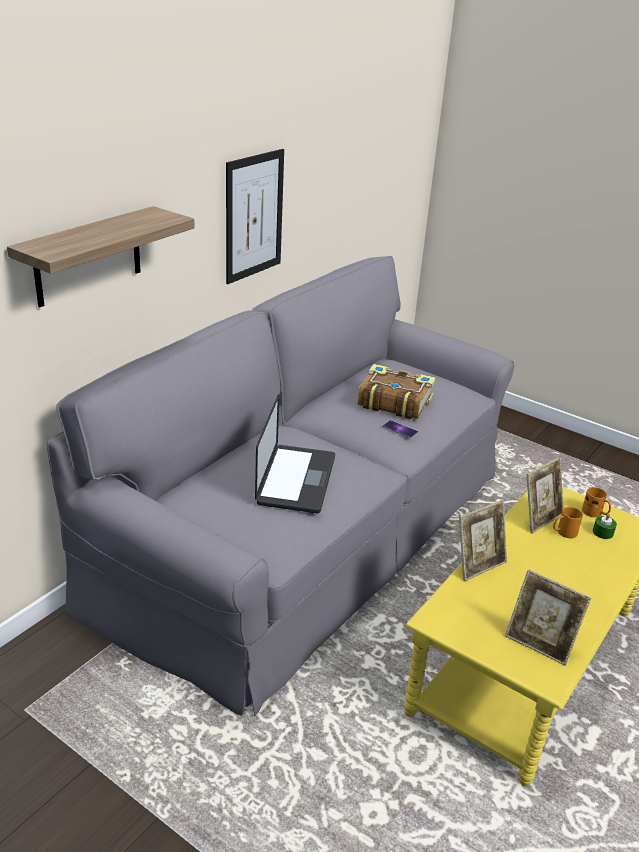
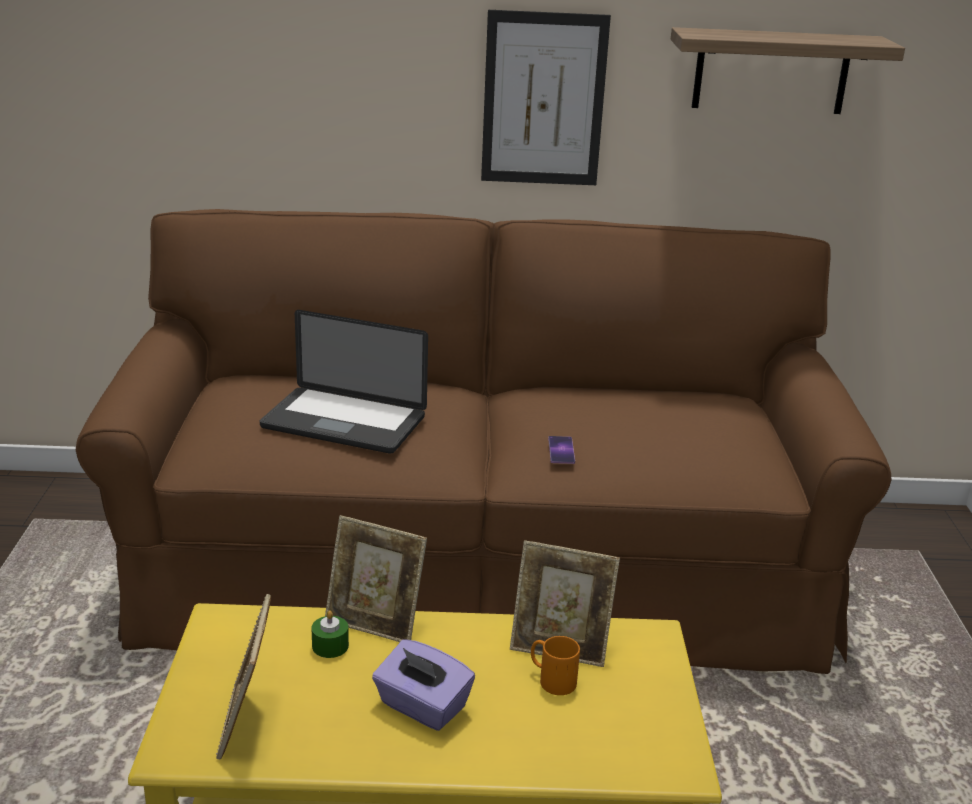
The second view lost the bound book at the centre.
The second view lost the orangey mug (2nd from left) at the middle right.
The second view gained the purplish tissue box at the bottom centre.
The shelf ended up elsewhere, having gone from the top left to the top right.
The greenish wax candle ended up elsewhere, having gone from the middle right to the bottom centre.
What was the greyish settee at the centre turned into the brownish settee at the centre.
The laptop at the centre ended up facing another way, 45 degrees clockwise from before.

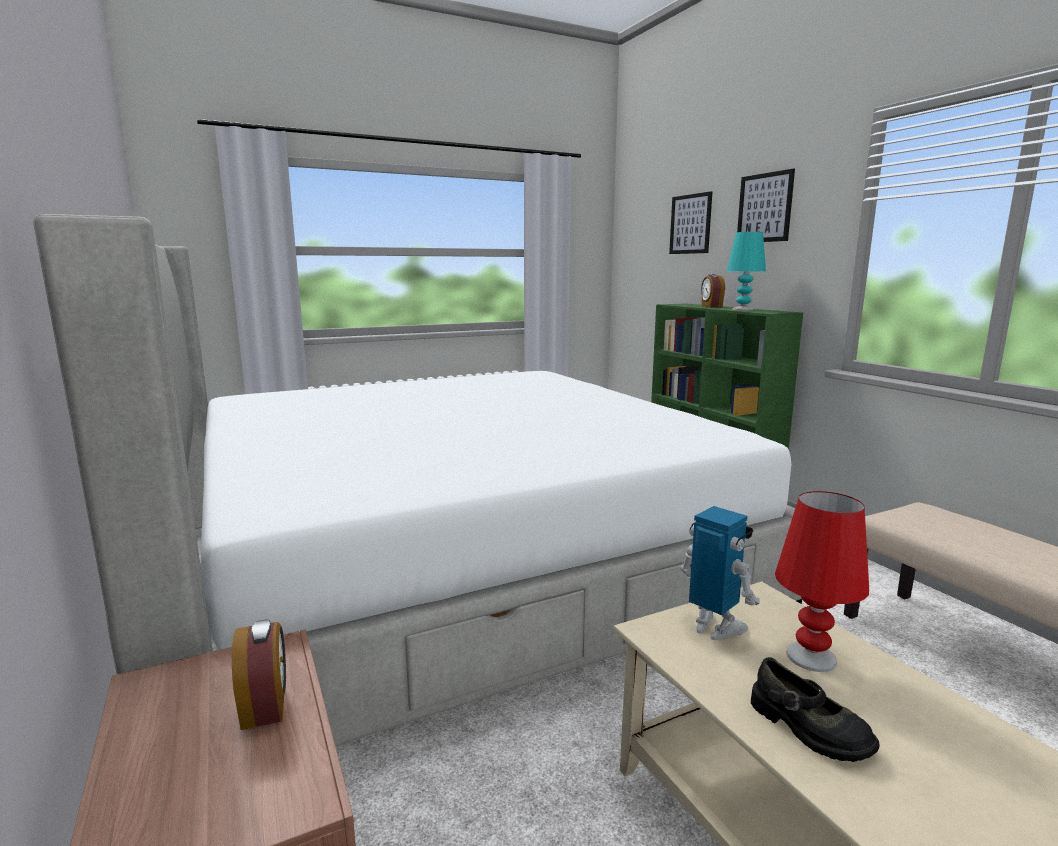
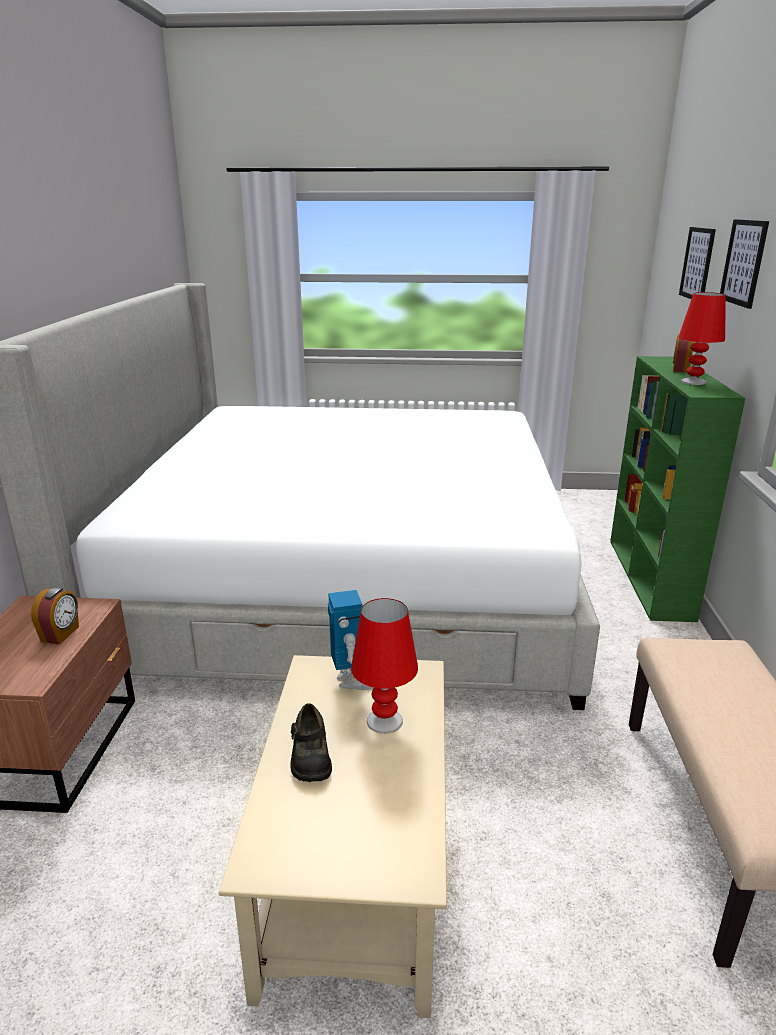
What was the turquoise table lamp at the top right turned into the reddish table lamp (2nd from left) at the top right.

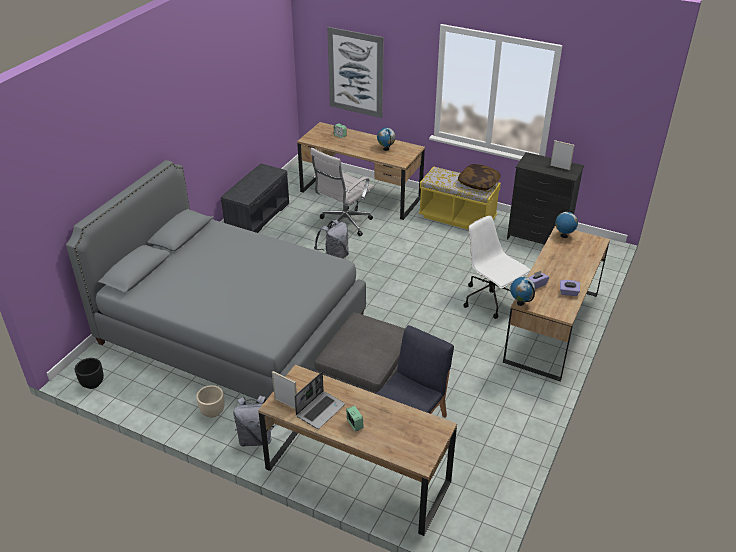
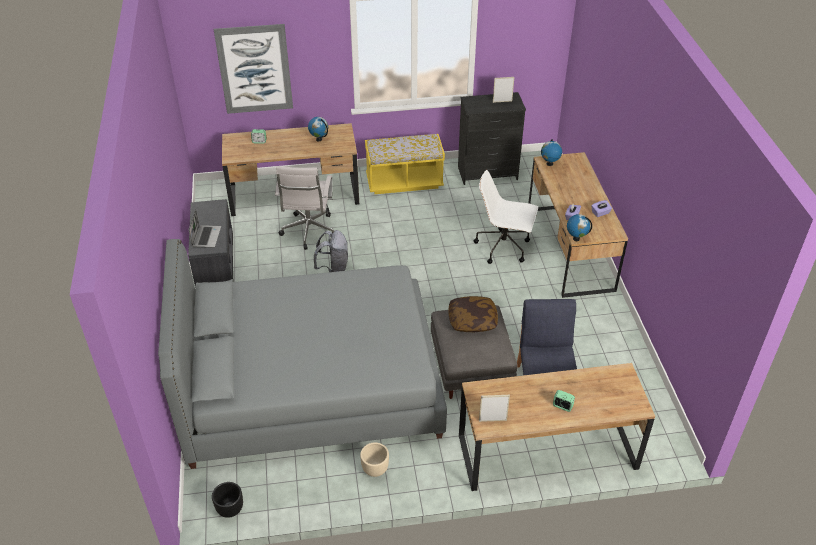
The second view lost the greyish backpack (1st from left) at the bottom centre.
The laptop ended up elsewhere, having gone from the bottom centre to the middle left.
The throw pillow ended up elsewhere, having gone from the top centre to the centre.

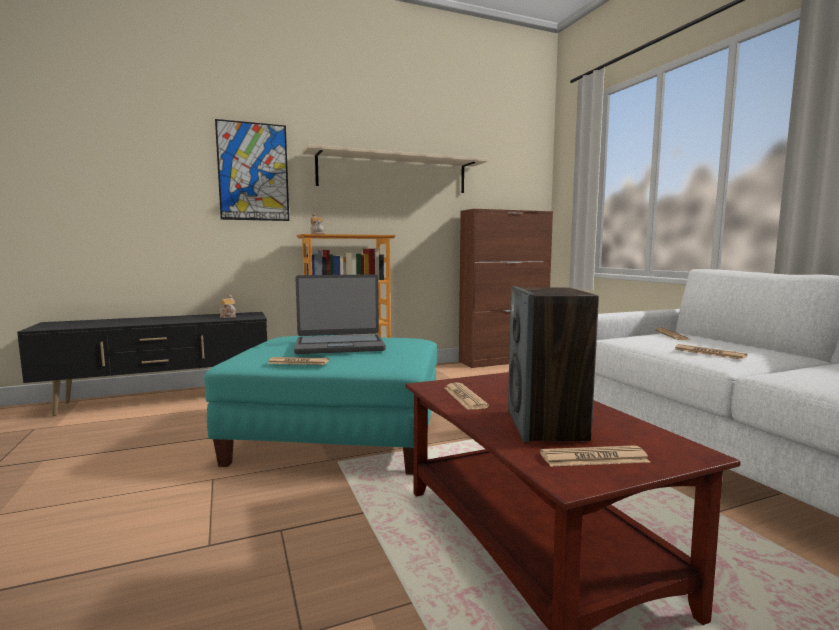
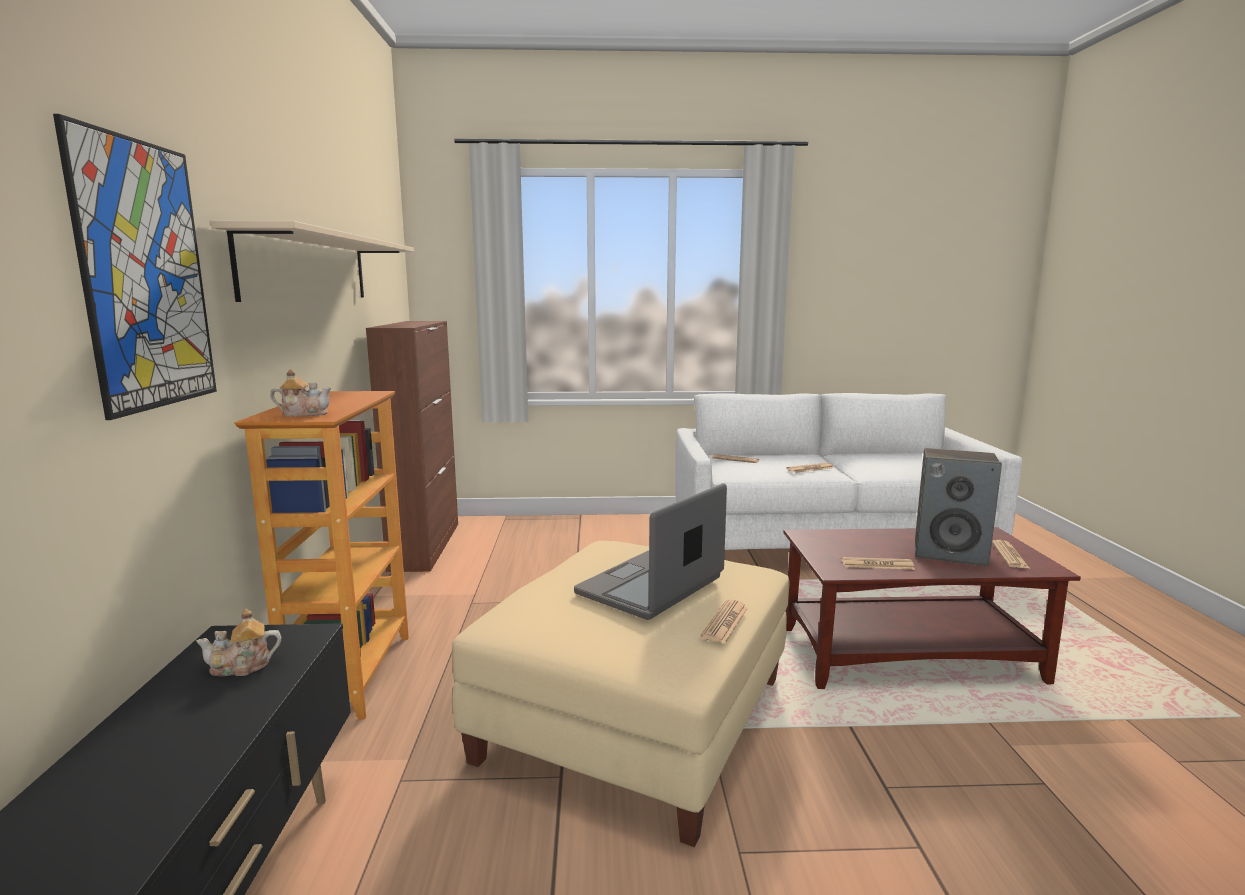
What was the turquoise ottoman at the centre turned into the beige ottoman at the bottom centre.
The laptop at the centre ended up facing another way, 150 degrees counterclockwise from before.

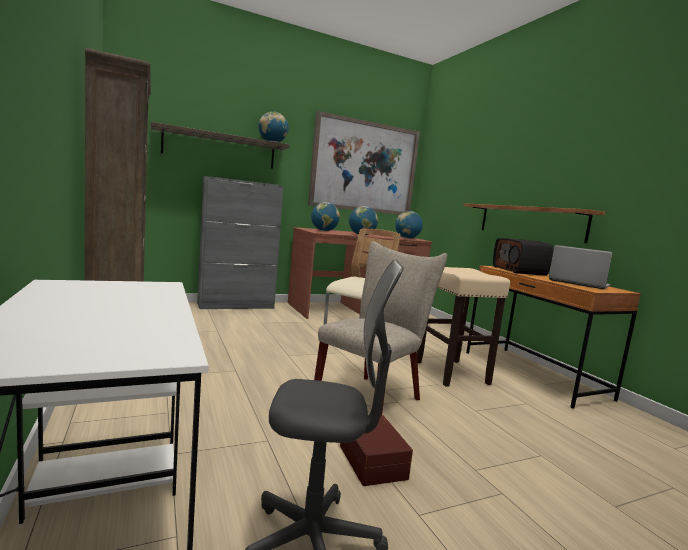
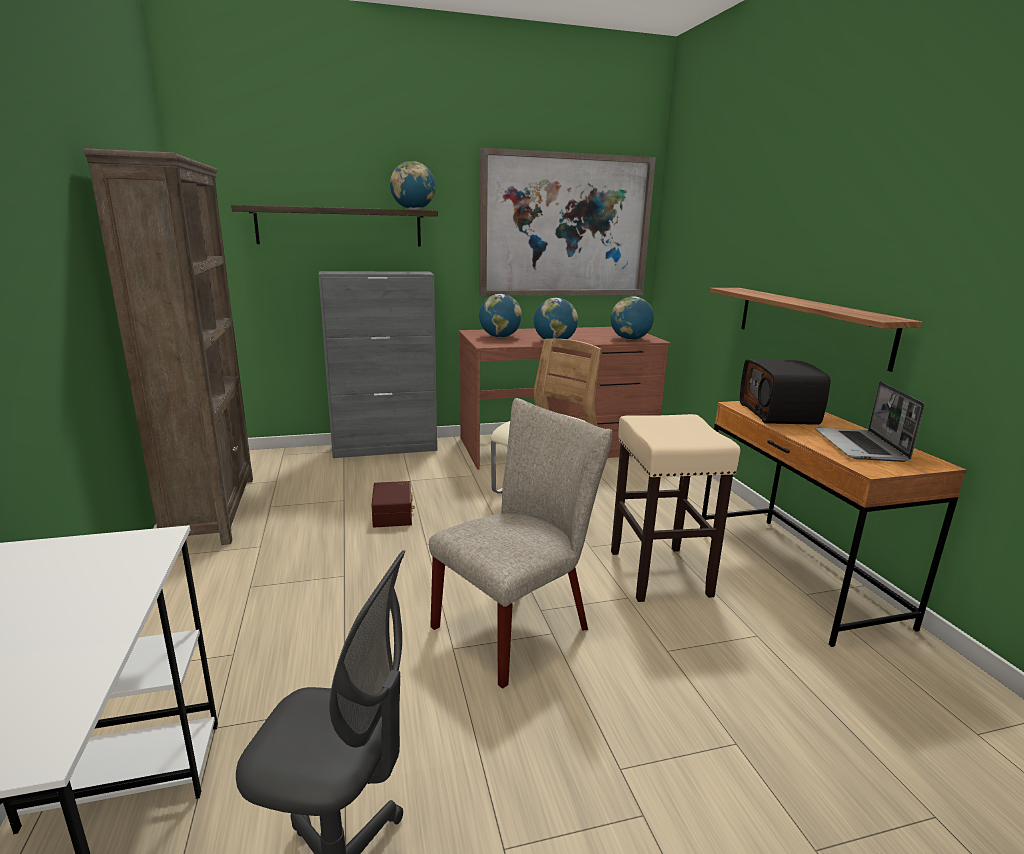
The brownish storage box ended up elsewhere, having gone from the bottom centre to the centre.
The laptop at the middle right ended up facing another way, 135 degrees counterclockwise from before.

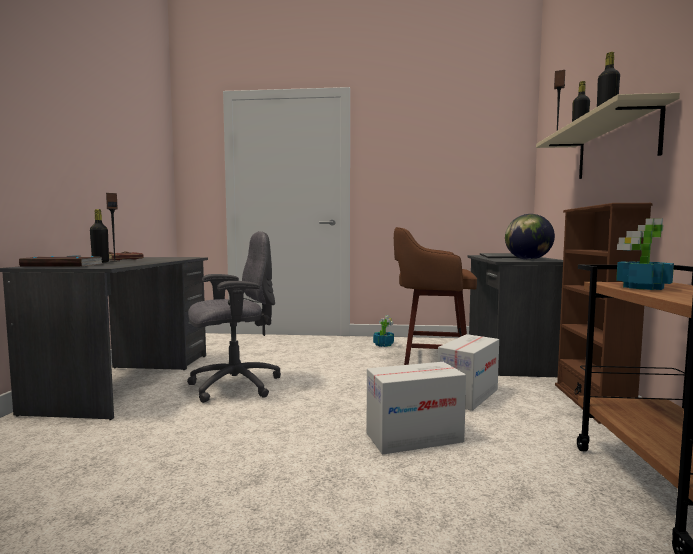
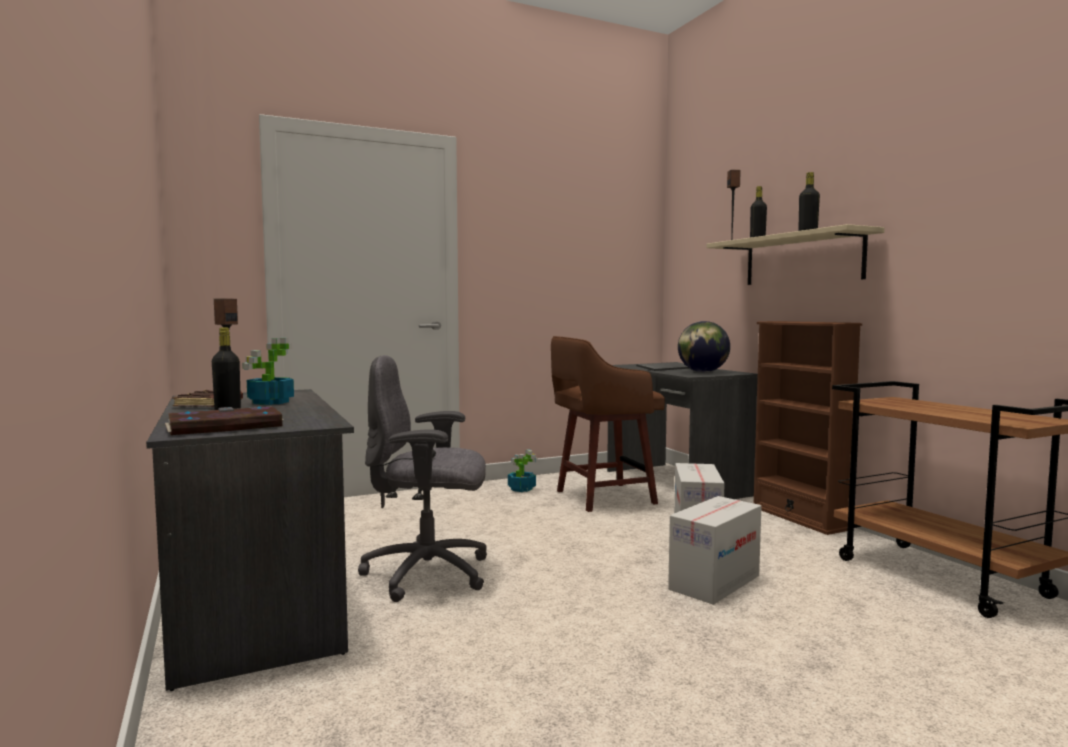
The potted plant (2nd from left in the first image) ended up elsewhere, having gone from the middle right to the middle left.
The greyish computer chair at the centre ended up facing another way, 120 degrees counterclockwise from before.

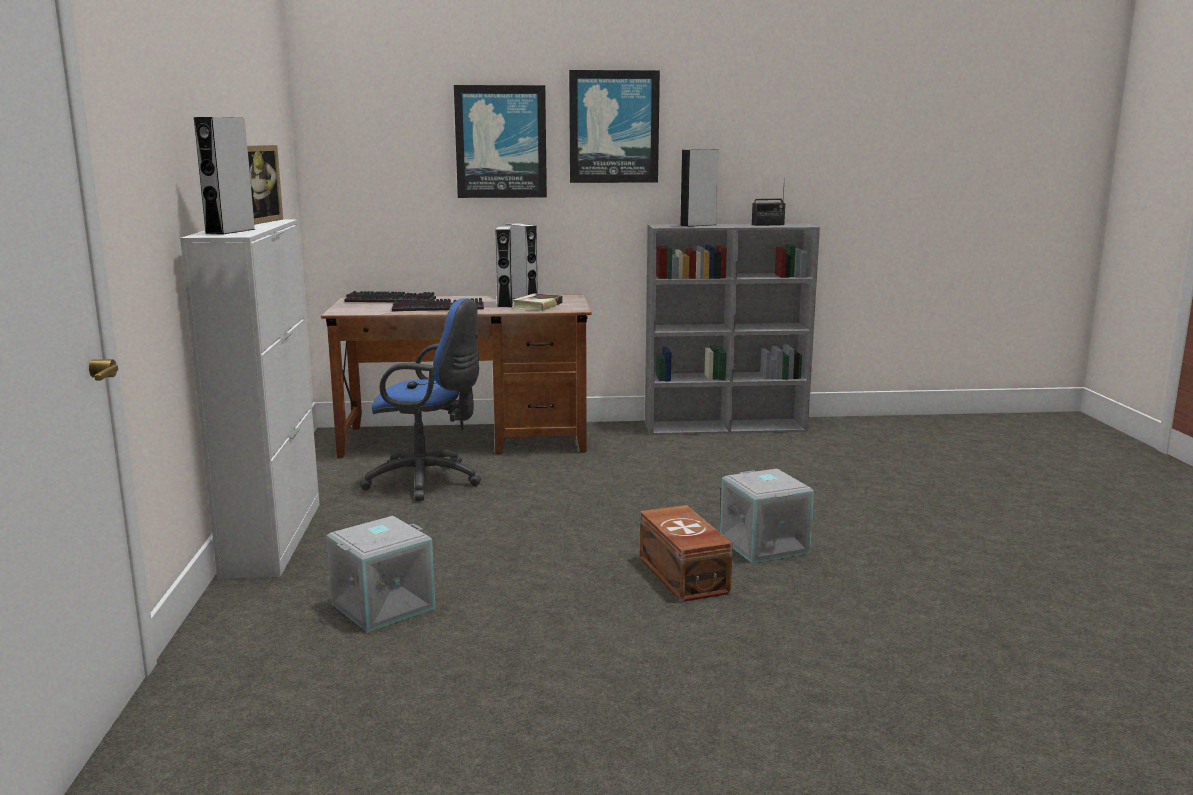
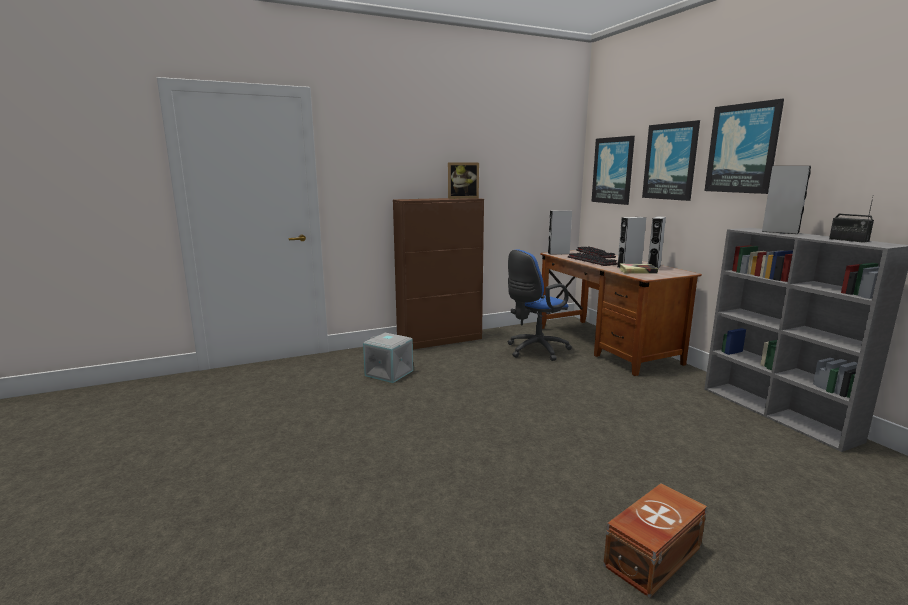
The second view lost the greyish storage box (2nd from left) at the centre.
The second view gained the picture (1st from left) at the top right.
The greyish audio speaker (1st from left) ended up elsewhere, having gone from the top left to the centre.
The brownish storage box ended up elsewhere, having gone from the bottom centre to the bottom right.
What was the whitish cabinet at the middle left turned into the brownish cabinet at the centre.
The blue computer chair at the centre ended up facing another way, 60 degrees clockwise from before.

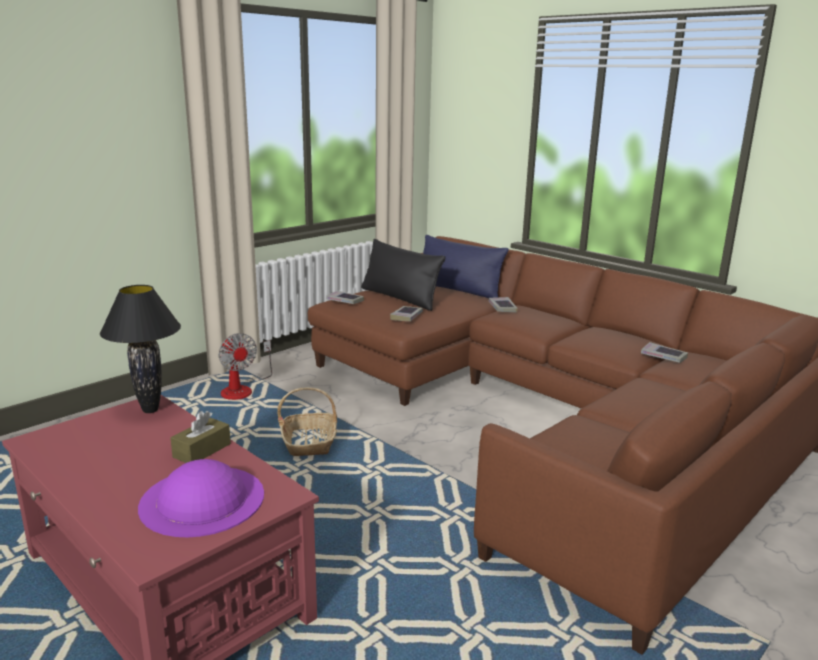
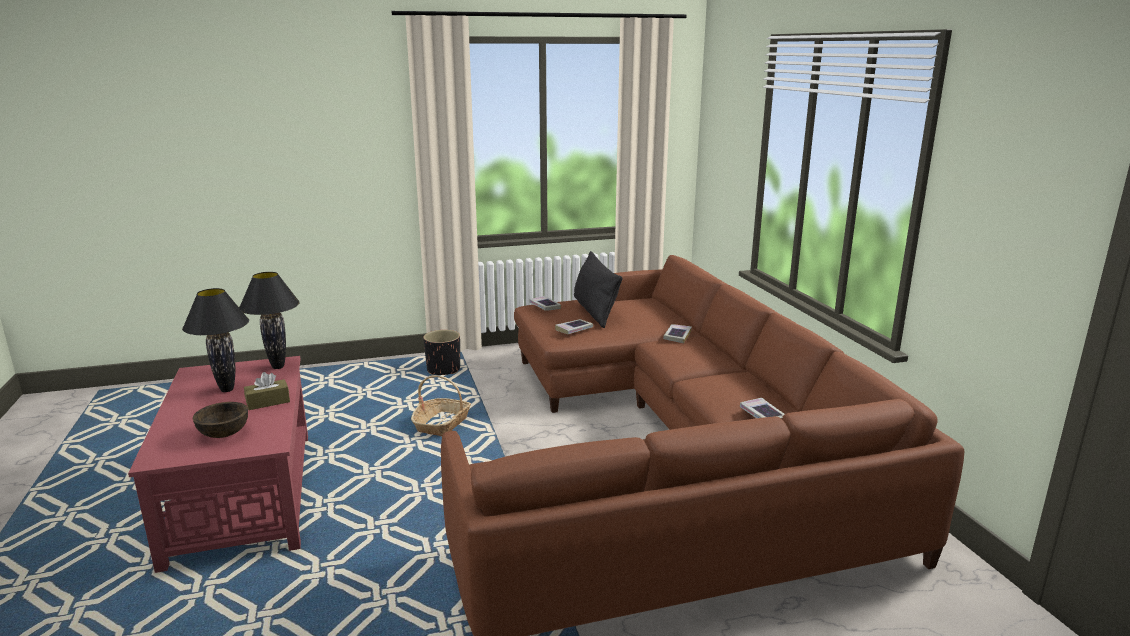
The second view lost the blue throw pillow at the centre.
The second view gained the blackish table lamp (1st from left) at the middle left.
Where the purplish hat stood at the bottom left, the brownish serving bowl came to stand at the middle left.
Where the fan stood at the middle left, the blackish flower pot came to stand at the centre.

